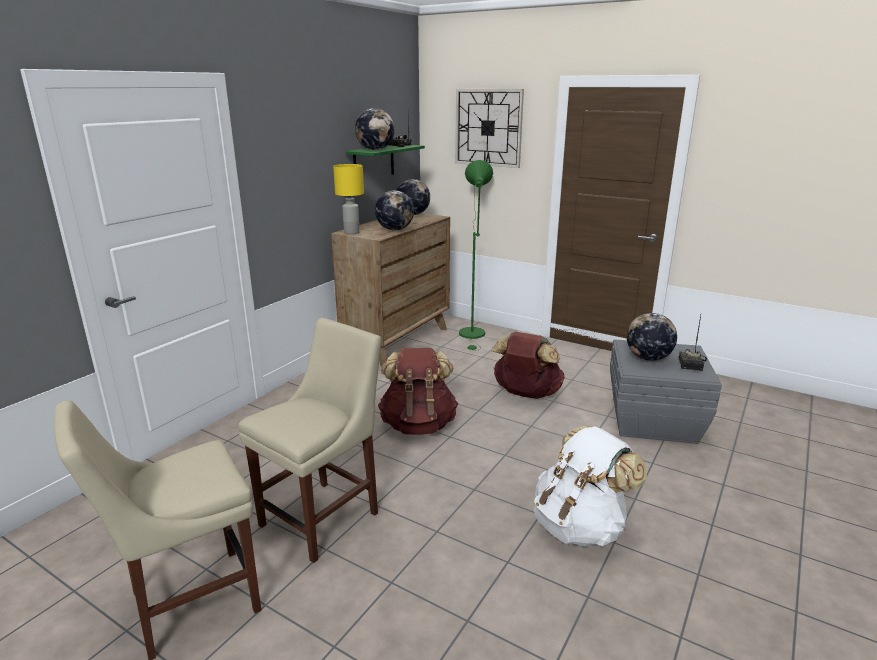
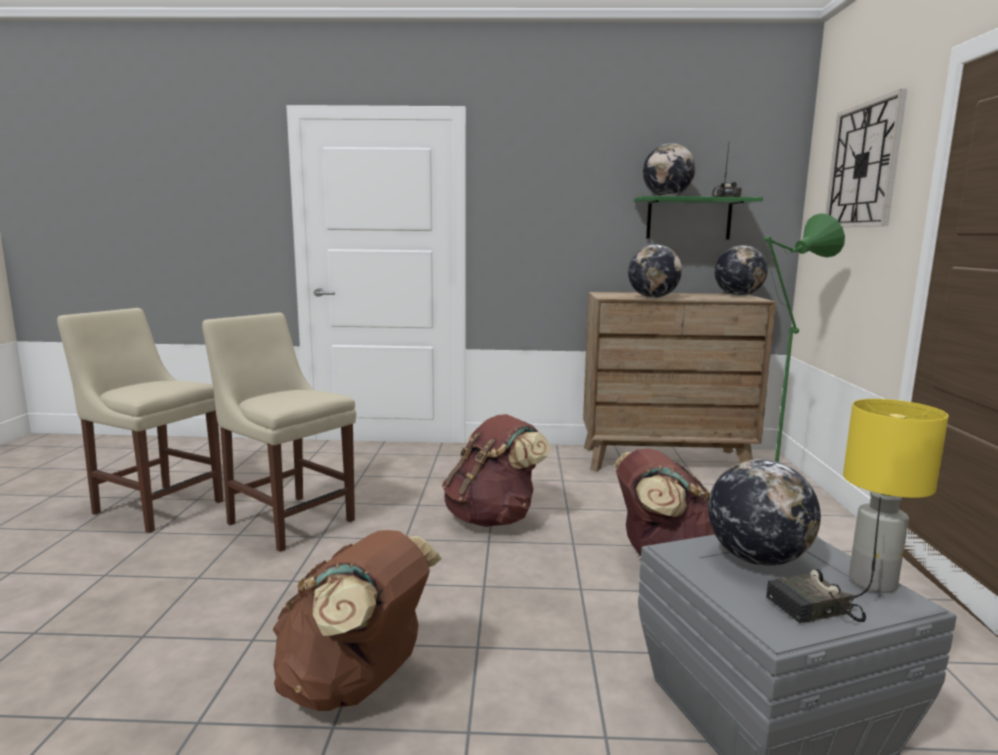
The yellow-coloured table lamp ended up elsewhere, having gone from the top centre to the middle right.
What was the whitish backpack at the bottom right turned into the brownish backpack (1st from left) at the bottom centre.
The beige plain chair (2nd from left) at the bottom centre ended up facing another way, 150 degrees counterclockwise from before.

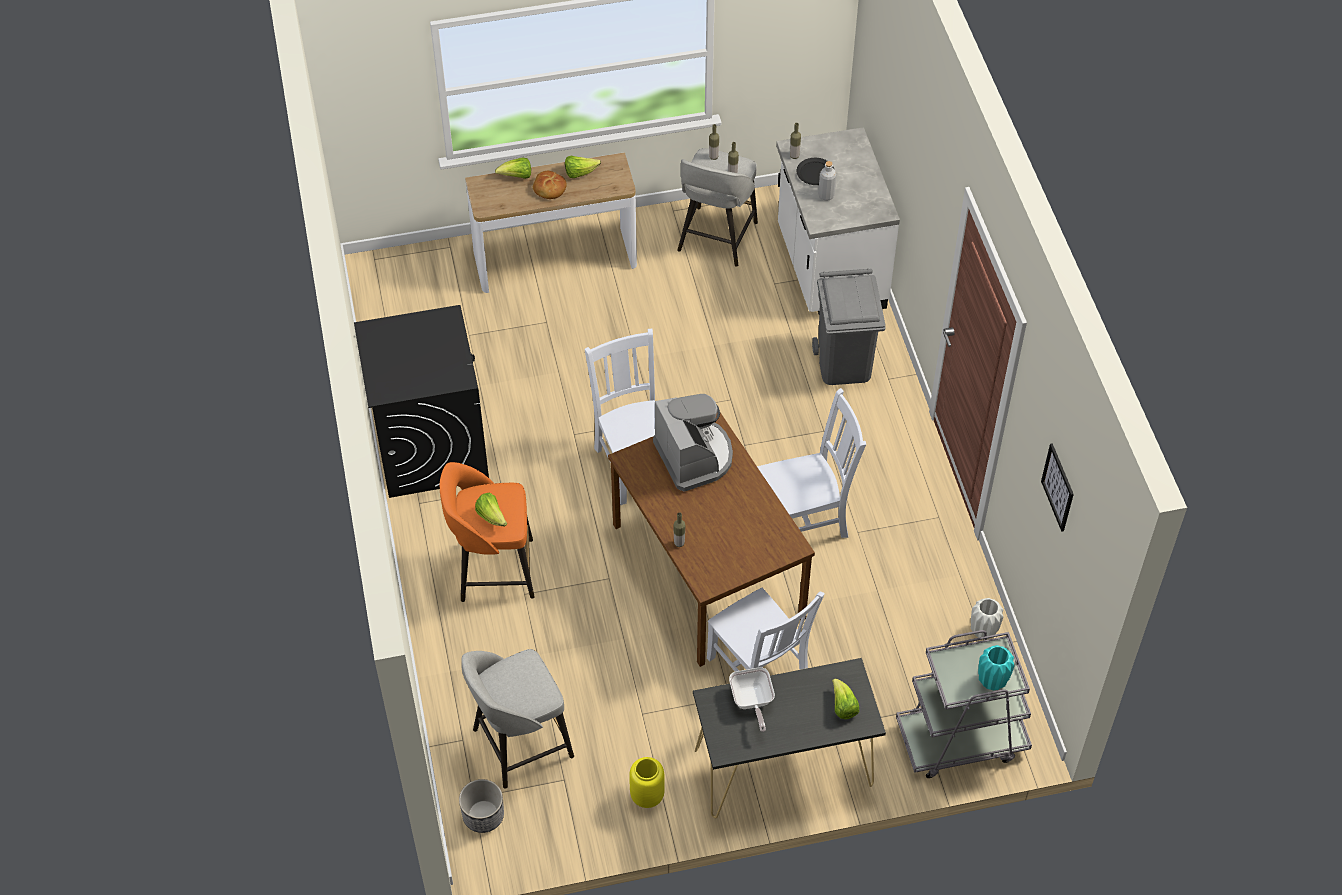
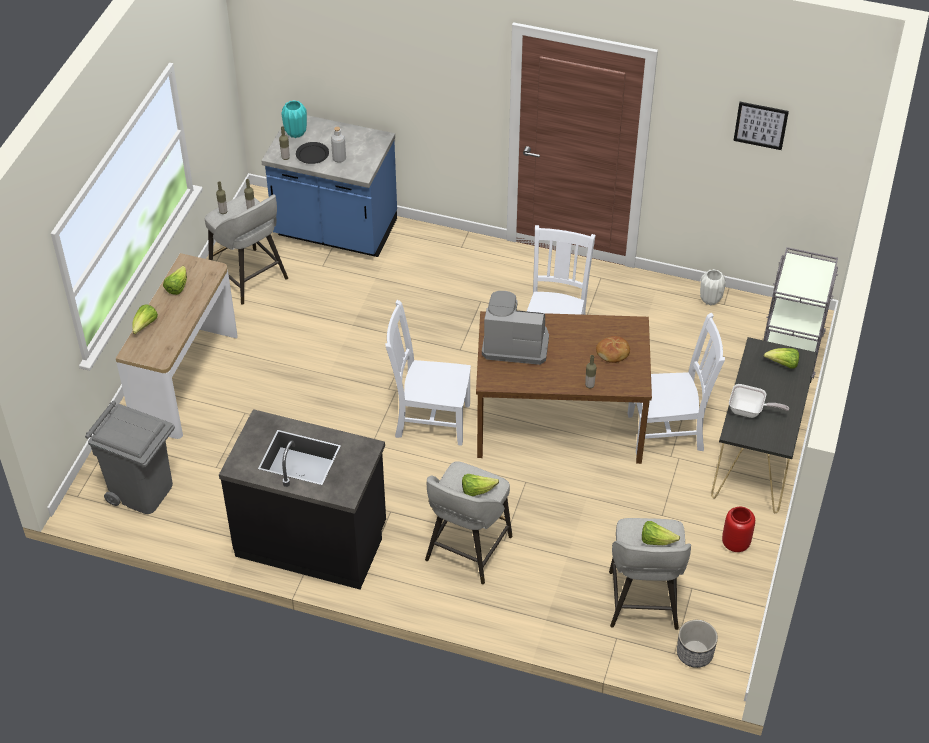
The second view gained the lettuce head (4th from left) at the bottom right.
The bakery bread ended up elsewhere, having gone from the top centre to the centre.
The greyish waste bin ended up elsewhere, having gone from the centre to the middle left.
The turquoise flower vase ended up elsewhere, having gone from the bottom right to the top left.
Where the blackish laundry appliance stood at the middle left, the blackish counter came to stand at the bottom left.
What was the orangey stool at the centre turned into the greyish stool (2nd from left) at the bottom centre.
What was the yellow-coloured flower vase at the bottom centre turned into the reddish flower vase at the bottom right.
What was the whitish counter at the top centre turned into the blue counter at the top centre.

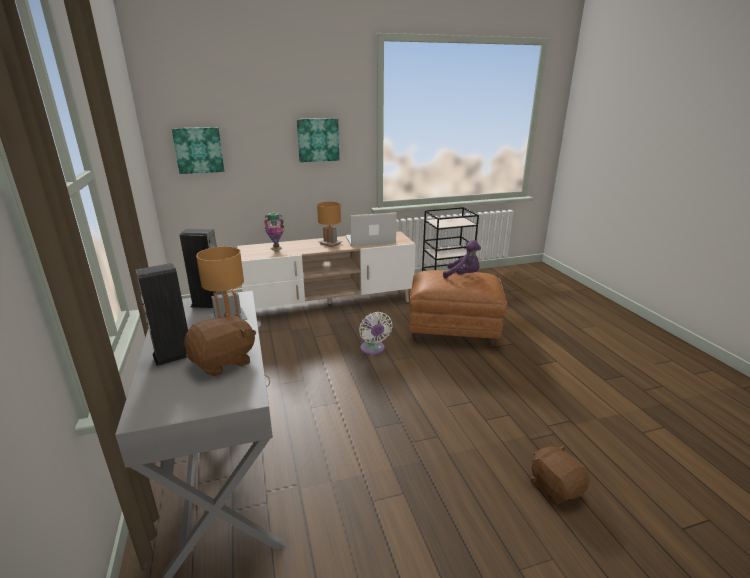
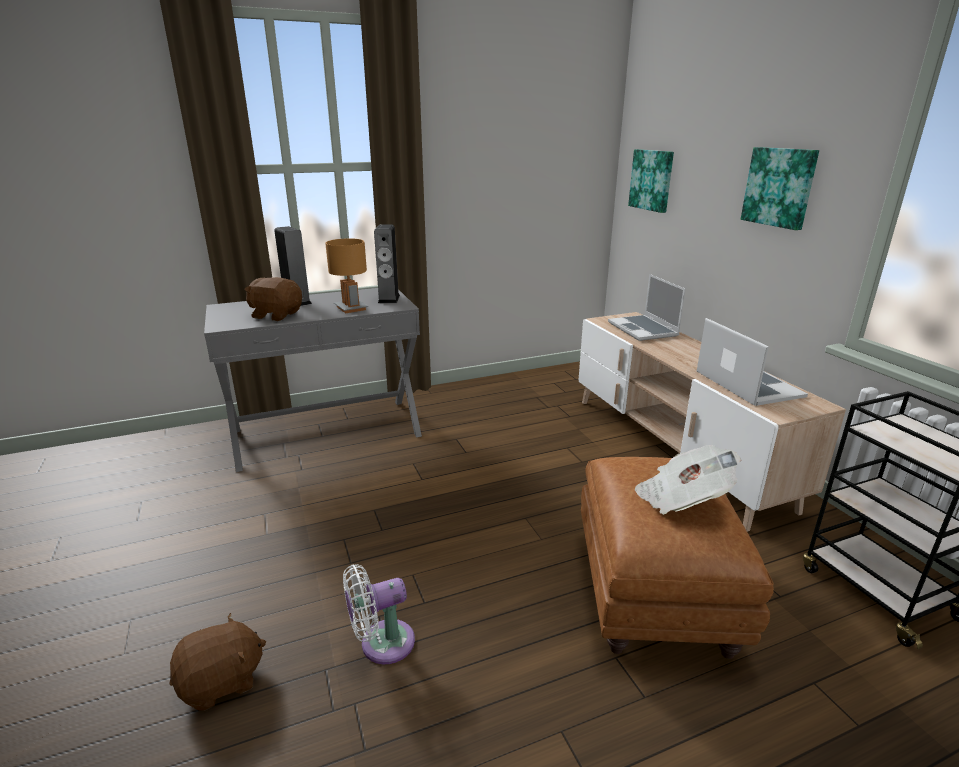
The second view lost the brownish table lamp (2nd from left) at the centre.
The whitish fan ended up elsewhere, having gone from the centre to the bottom centre.
Where the flower vase stood at the centre, the laptop (1st from left) came to stand at the middle right.
Where the purplish soft toy stood at the centre, the daily paper came to stand at the middle right.
The brownish soft toy (1st from left in the first image) at the middle left ended up facing another way, 150 degrees clockwise from before.

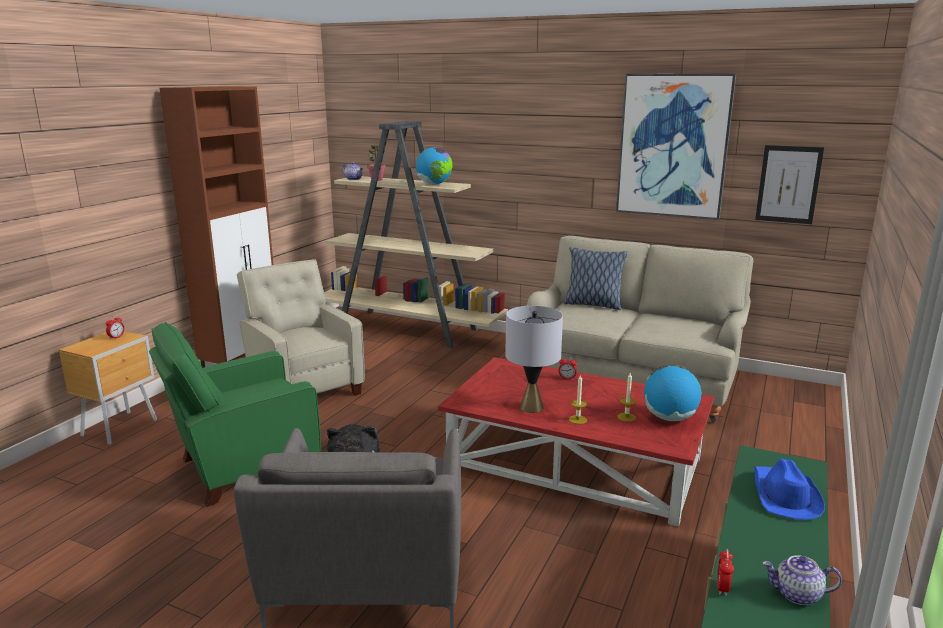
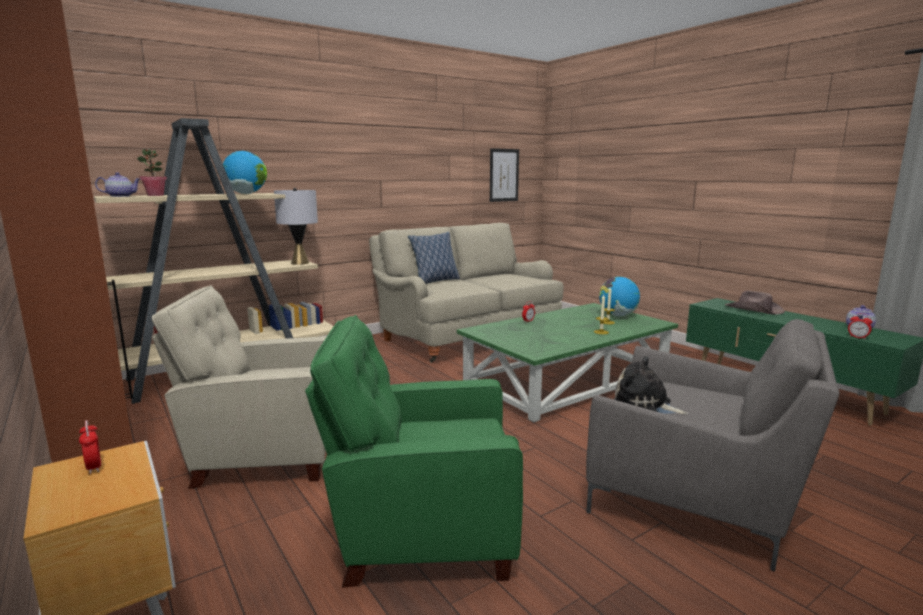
The second view lost the picture (1st from left) at the top right.
The greyish table lamp ended up elsewhere, having gone from the centre to the middle left.
What was the reddish coffee table at the bottom centre turned into the greenish coffee table at the centre.
What was the blue hat at the bottom right turned into the brownish hat at the middle right.
The greenish armchair at the middle left ended up facing another way, 90 degrees clockwise from before.

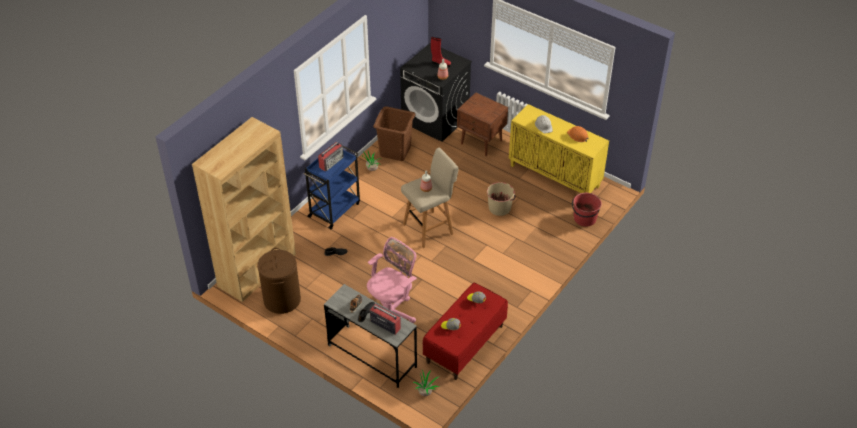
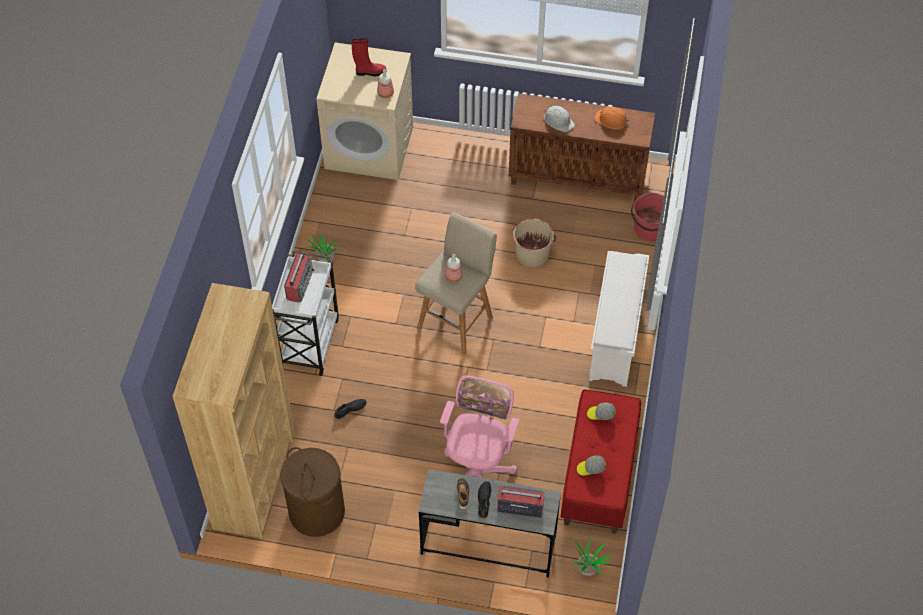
The second view lost the brownish laundry basket (2nd from left) at the top centre.
The second view lost the brownish nightstand at the top centre.
The second view gained the whitish shoe stand at the middle right.
What was the blue wheeled cart at the centre turned into the whitish wheeled cart at the middle left.
What was the blackish laundry appliance at the top centre turned into the beige laundry appliance at the top centre.
What was the yellow-coloured cabinet at the centre turned into the brownish cabinet at the top centre.

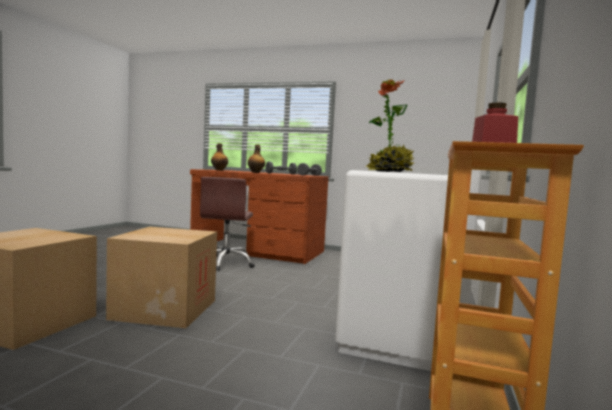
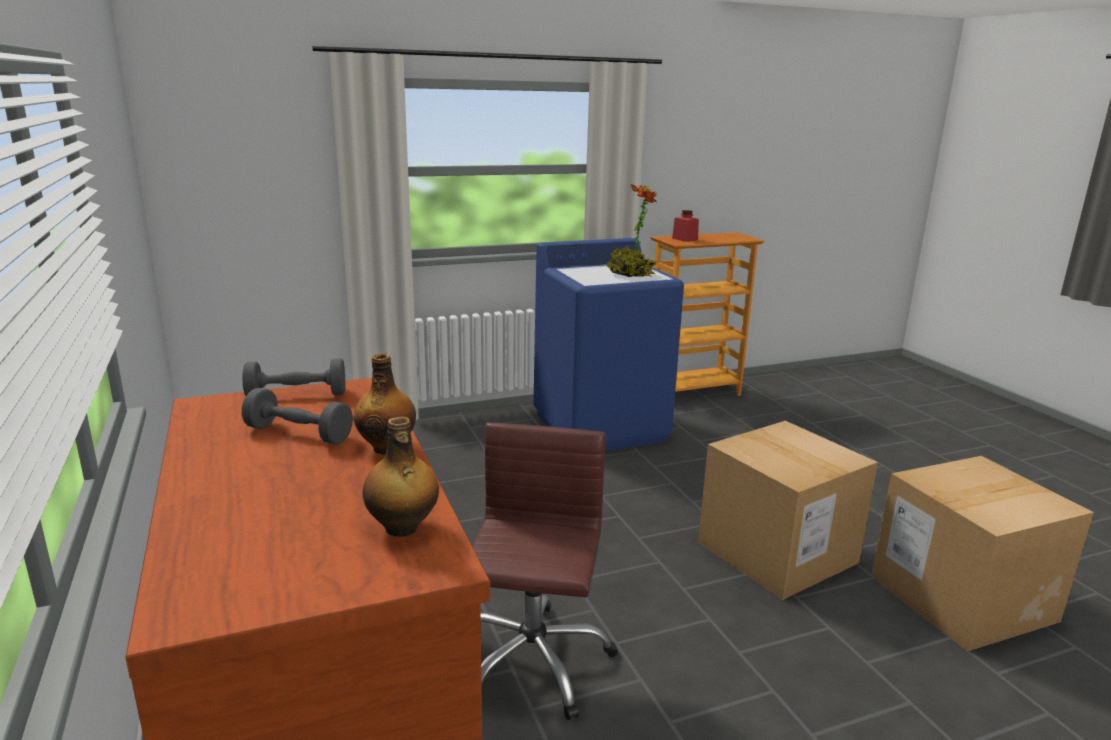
What was the whitish laundry appliance at the middle right turned into the blue laundry appliance at the centre.
The brownish computer chair at the centre ended up facing another way, 45 degrees counterclockwise from before.

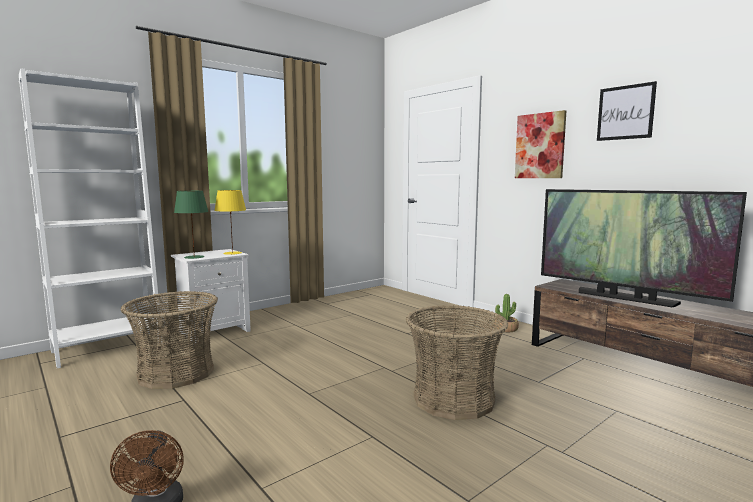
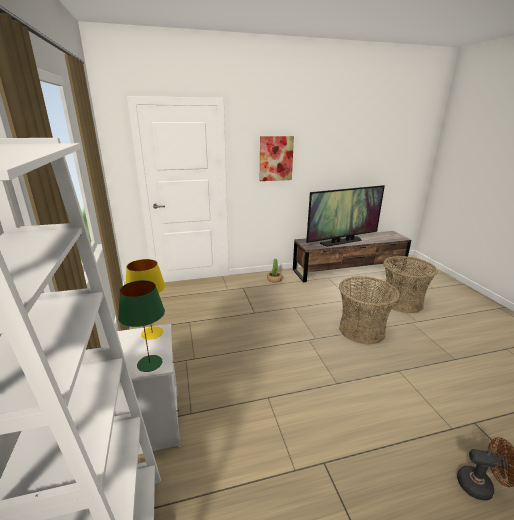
The second view lost the picture (2nd from left) at the top right.
The basket (1st from left in the first image) ended up elsewhere, having gone from the bottom left to the middle right.

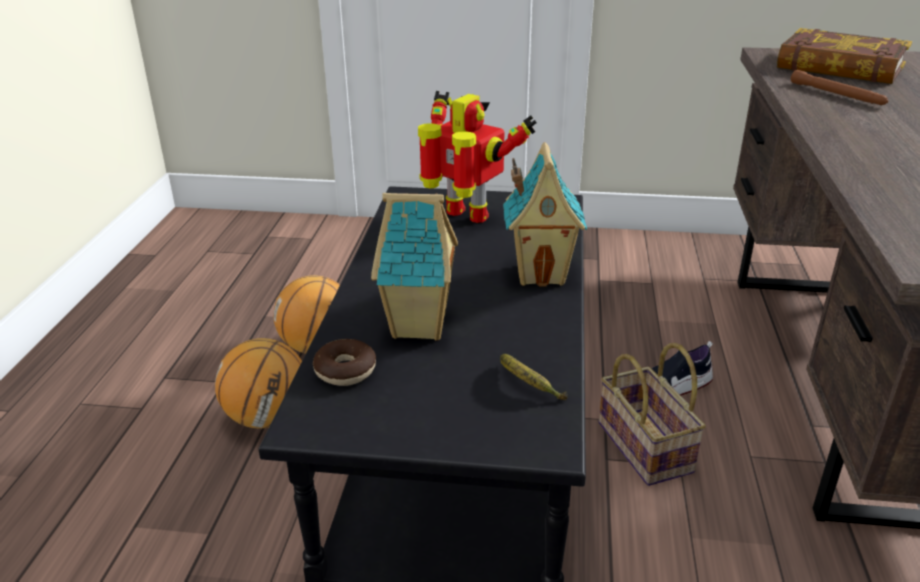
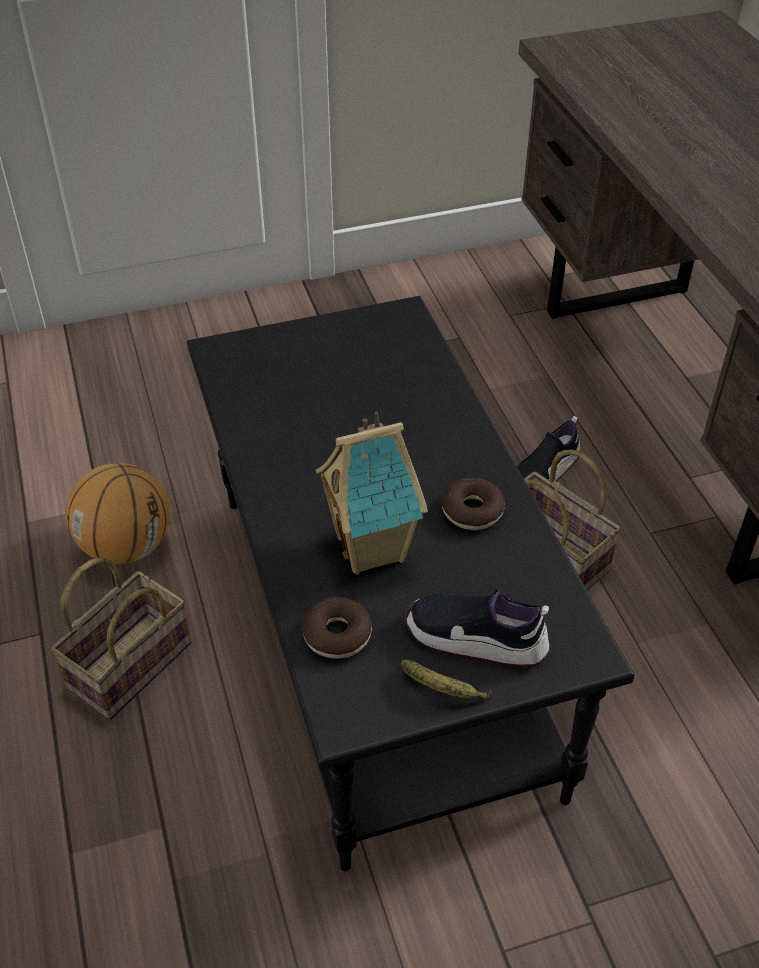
The second view lost the model robot at the top centre.
The second view lost the miniature house (2nd from left) at the centre.
The second view lost the bound book at the top right.
The second view lost the brownish torch at the top right.
The second view gained the shoe (1st from left) at the centre.
The second view gained the donut (2nd from left) at the centre.
The banana fruit ended up elsewhere, having gone from the centre to the bottom centre.
Where the ball for basketball (1st from left) stood at the middle left, the basket (1st from left) came to stand at the middle left.

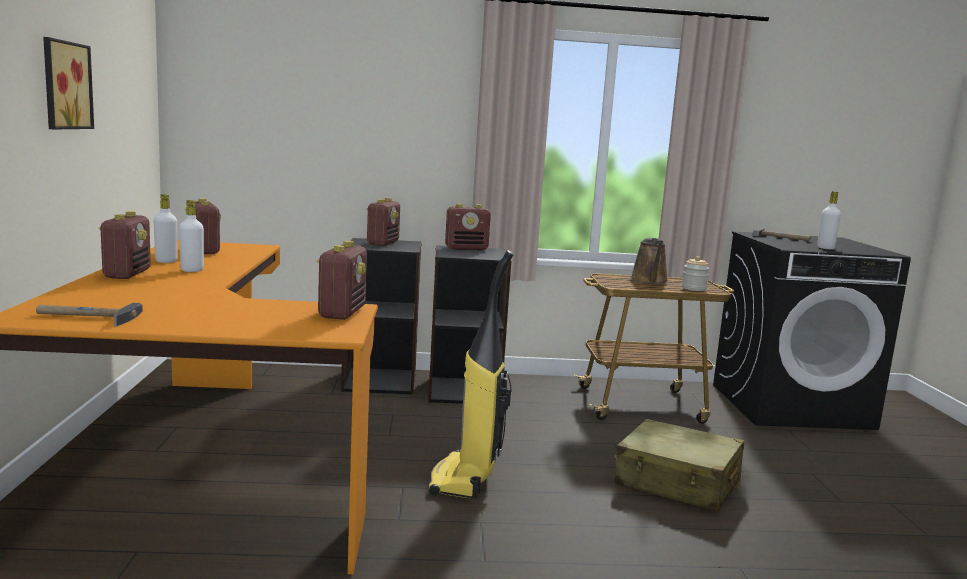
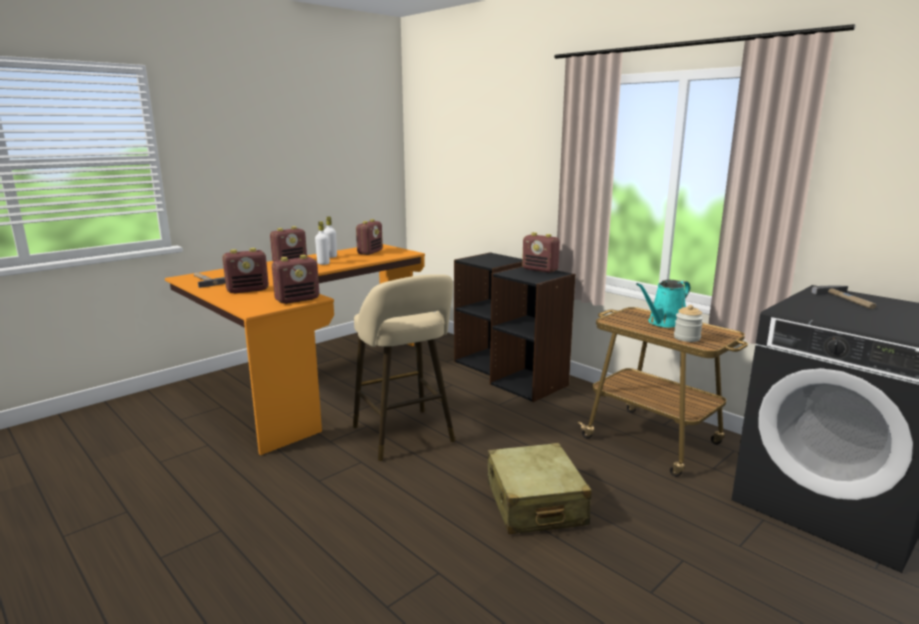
The second view lost the picture at the top left.
The second view lost the whitish bottle (3rd from left) at the middle right.
The radio receiver (4th from left in the first image) ended up elsewhere, having gone from the centre to the middle left.
Where the hoover stood at the centre, the beige stool came to stand at the centre.
What was the brownish watering can at the middle right turned into the turquoise watering can at the middle right.

